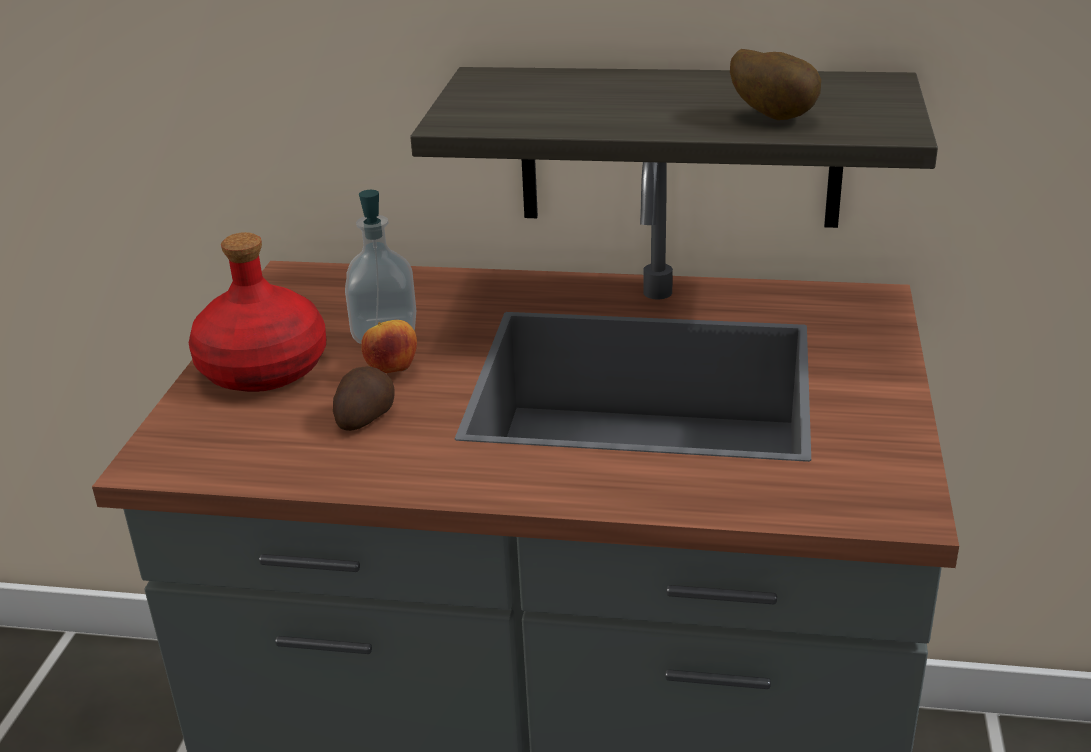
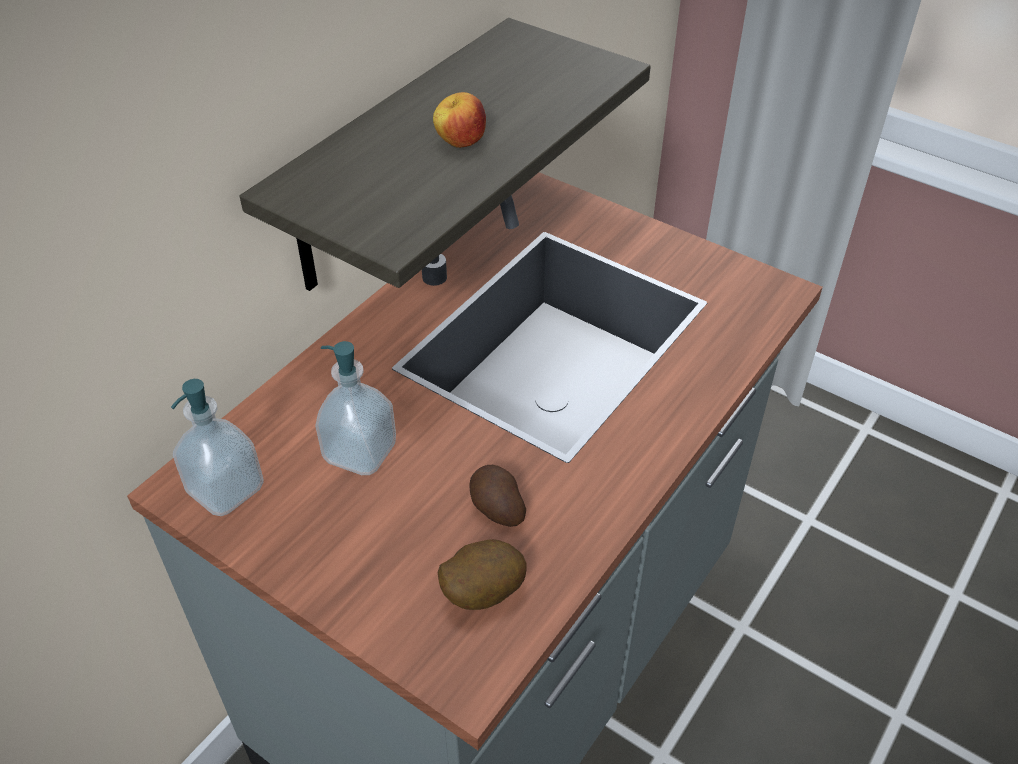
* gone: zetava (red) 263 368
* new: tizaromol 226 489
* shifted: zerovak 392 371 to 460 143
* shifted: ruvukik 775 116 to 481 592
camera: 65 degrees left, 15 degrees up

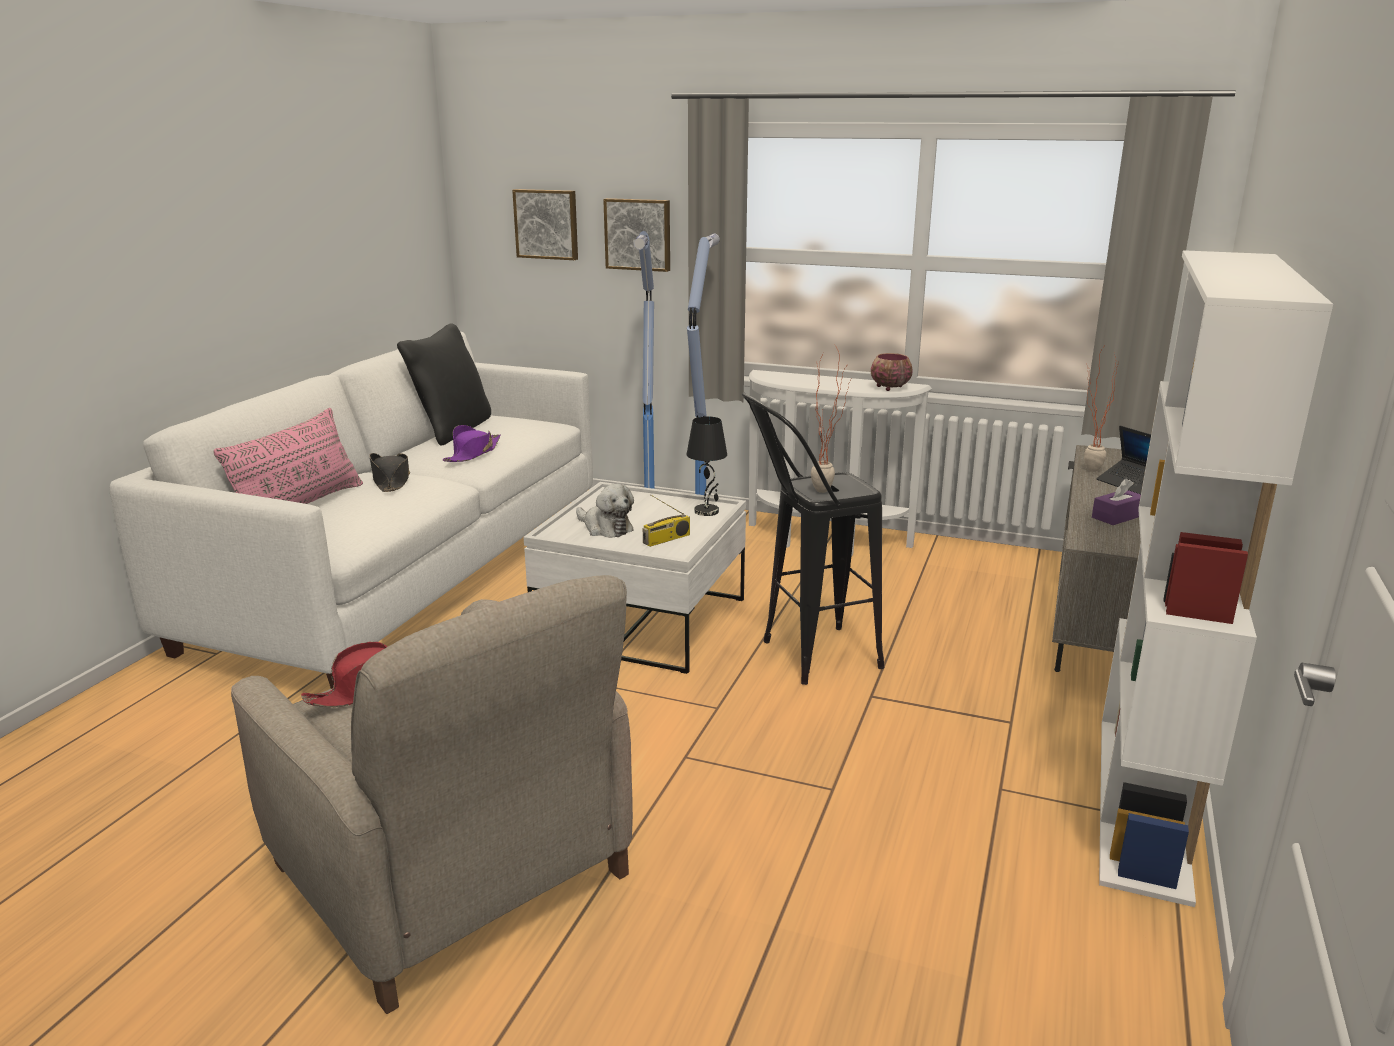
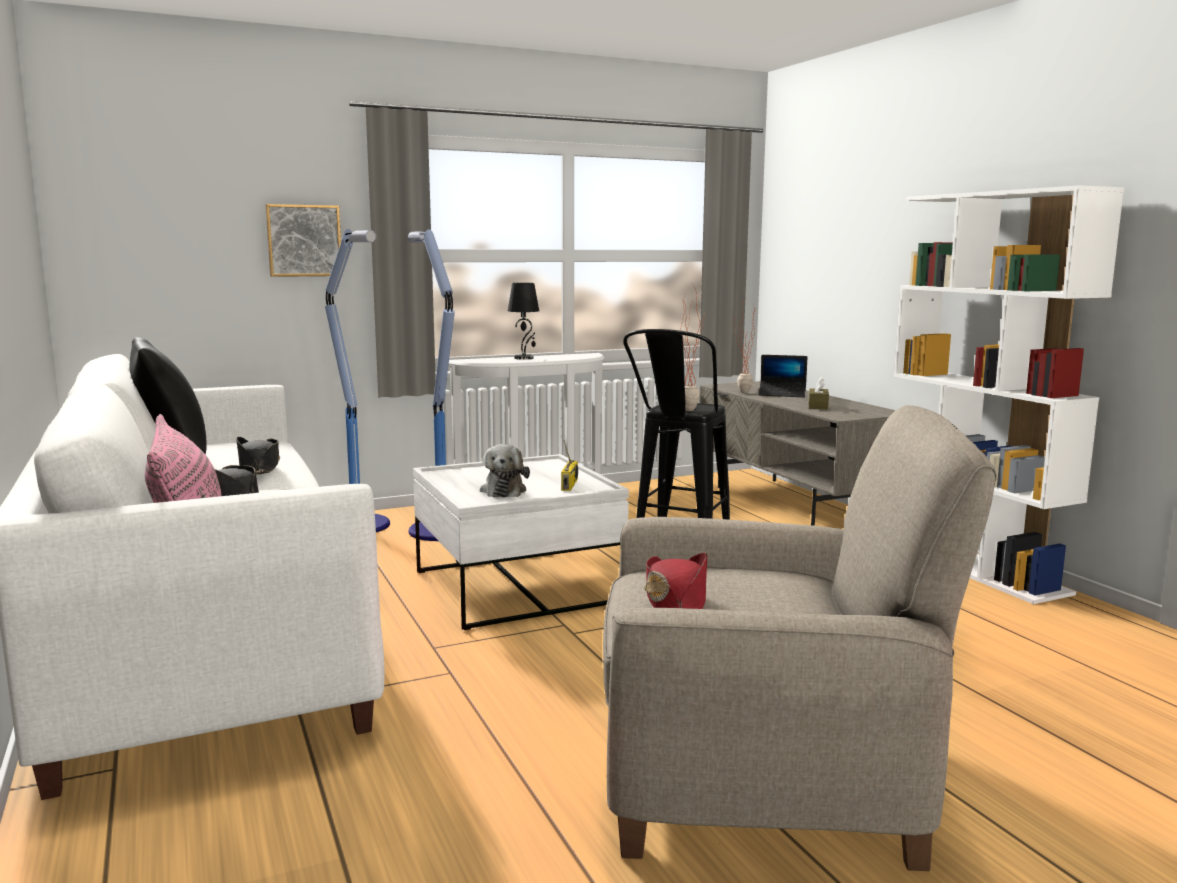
* gone: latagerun 547 224
* gone: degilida 889 388
* shifted: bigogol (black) 707 511 to 524 358
* repainted: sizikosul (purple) 472 453 to sizikosul (black) 259 467
* repainted: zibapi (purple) 1117 516 to zibapi (brown) 818 406
* rotated: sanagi 605 528 = 504 490 90 degrees clockwise
camera: 45 degrees left, 10 degrees down

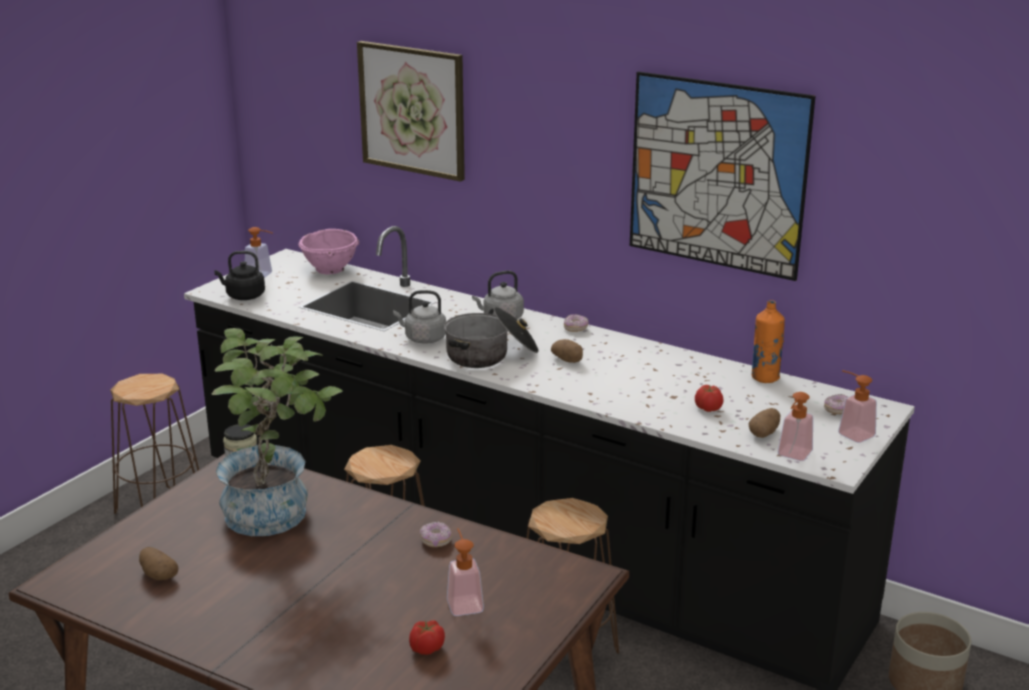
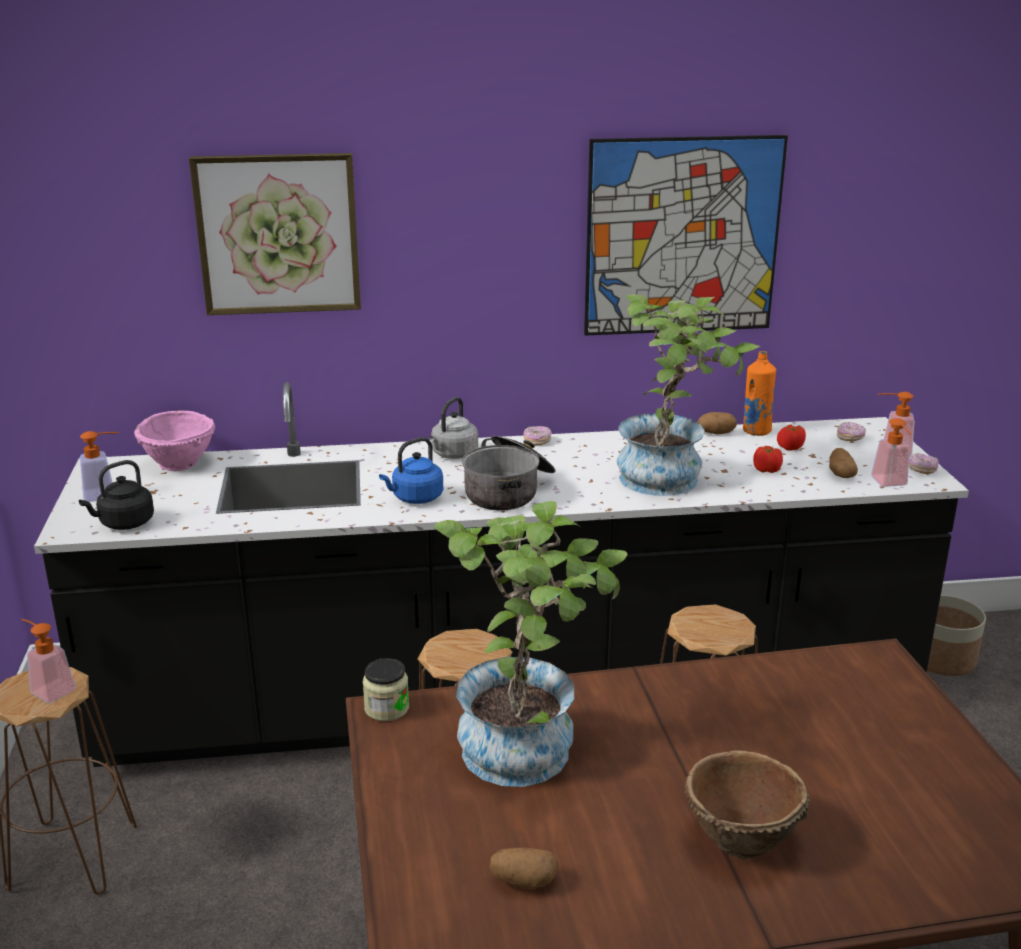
* new: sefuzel 671 478
* new: degilida (brown) 740 839
* shifted: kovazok 427 649 to 790 448
* shifted: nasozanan 436 541 to 921 470
* shifted: tizaromol 463 602 to 49 689
* shifted: ruvukik 568 360 to 716 433
* repainted: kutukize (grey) 423 338 to kutukize (blue) 415 498
camera: 40 degrees left, 0 degrees up

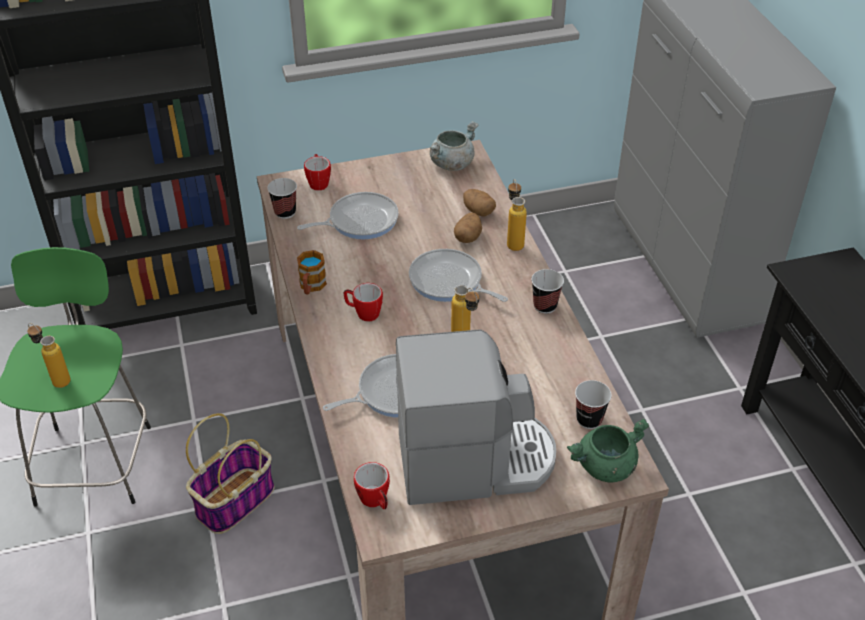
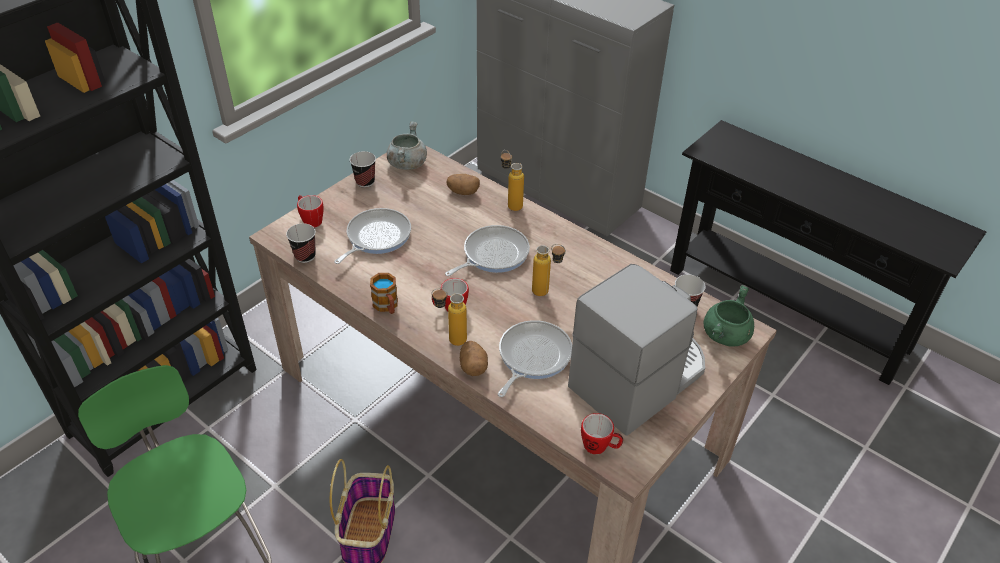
* shifted: zetava 56 379 to 450 340
* shifted: ruvukik 468 237 to 473 367
* shifted: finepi 545 306 to 365 182
* rotated: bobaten 449 282 = 492 255 135 degrees clockwise
camera: 35 degrees left, 0 degrees up

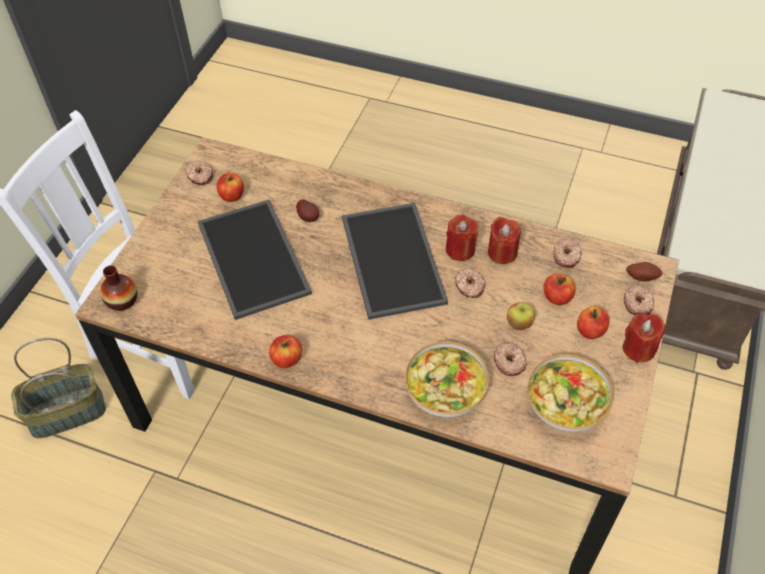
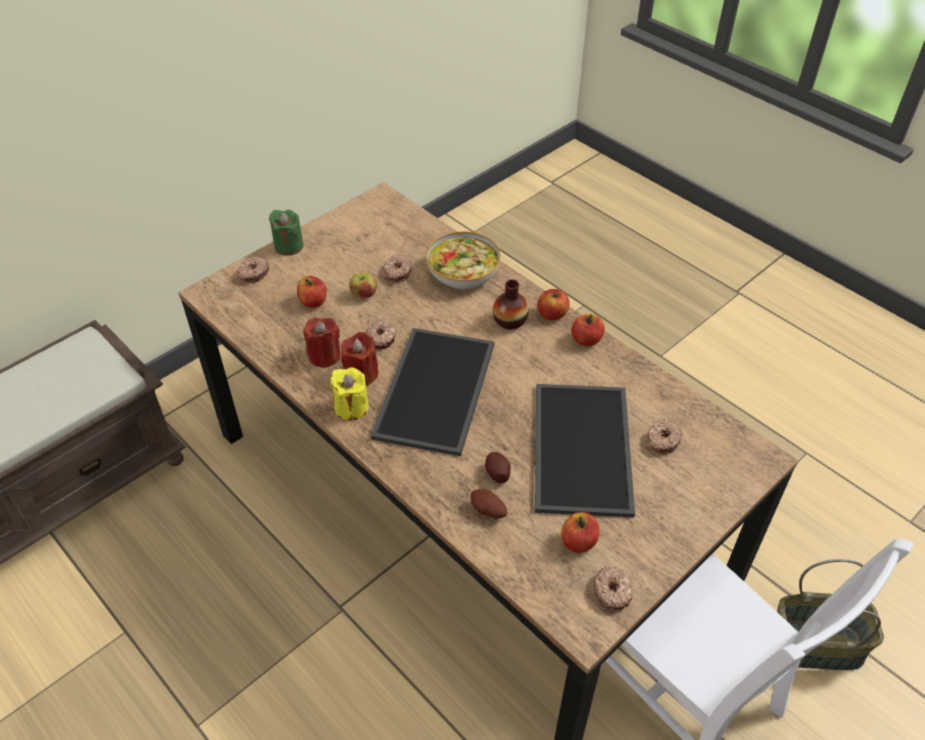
* gone: degilida 567 403
* new: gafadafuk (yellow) 351 407
* shifted: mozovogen 122 300 to 510 320
* shifted: nasozanan 566 256 to 662 440
* shifted: zerovak 590 331 to 552 314
* shifted: ruvukik 642 276 to 487 511
* repainted: gafadafuk (red) 638 349 to gafadafuk (green) 289 246
camera: 155 degrees left, 5 degrees down

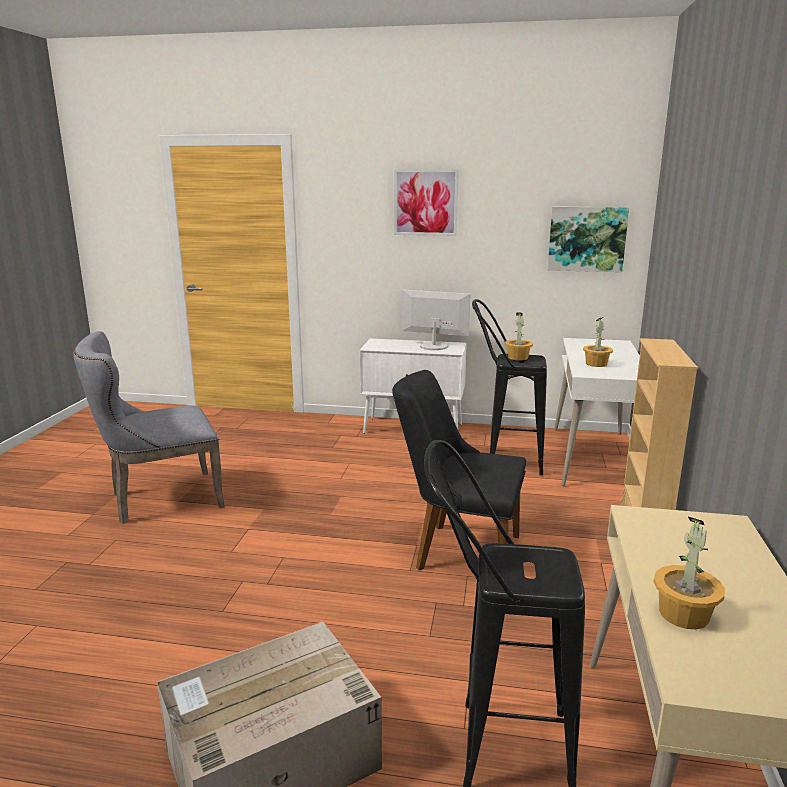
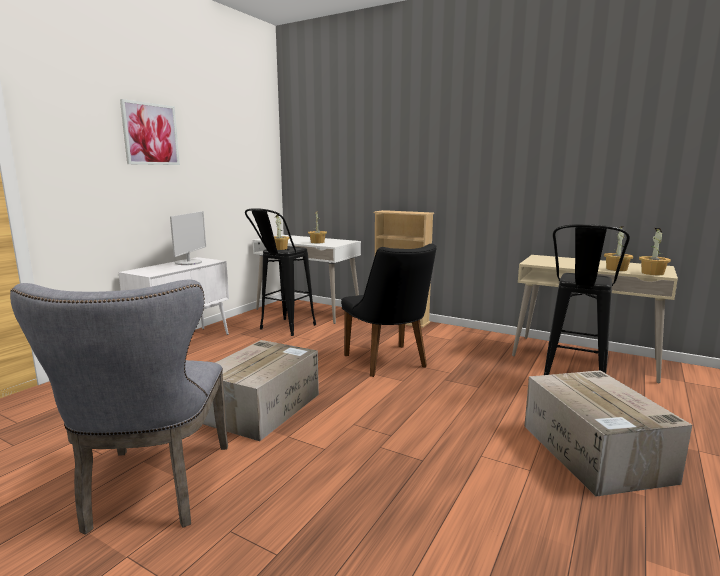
* gone: latagerun 586 239
* new: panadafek 262 407
* new: sefuzel 652 273
* rotated: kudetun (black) 458 551 = 389 363 60 degrees counterclockwise
* rotated: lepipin 433 346 = 189 262 150 degrees clockwise
camera: 70 degrees left, 5 degrees down

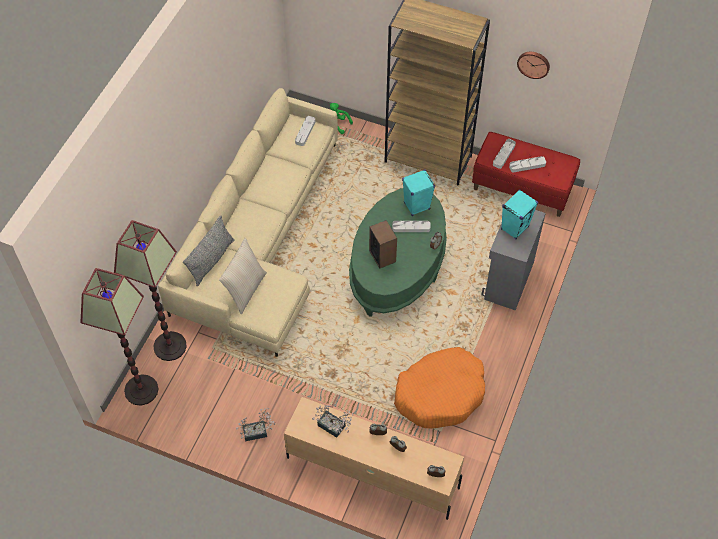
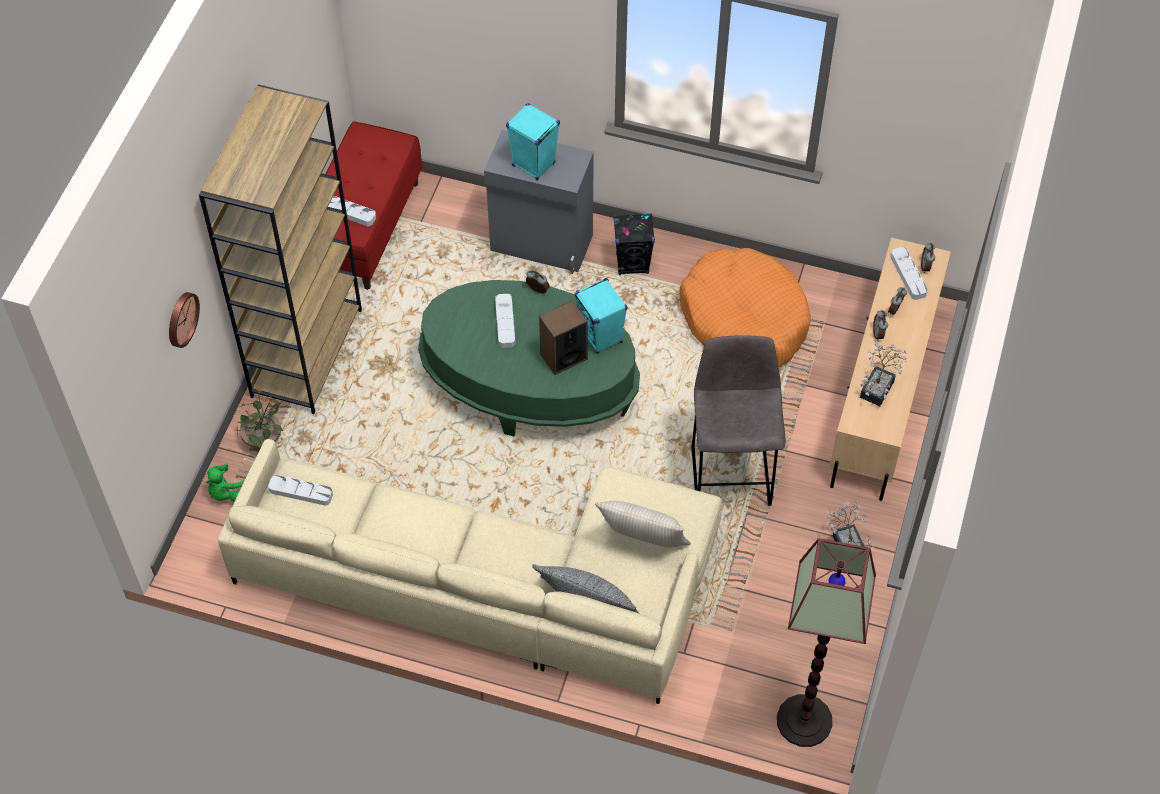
* gone: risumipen 170 346
* new: sefuzel 264 440
* new: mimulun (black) 632 264
* new: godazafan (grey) 730 474
* shifted: mimulun (turquoise) 416 206 to 601 337
* shifted: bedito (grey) 527 165 to 908 275
* shifted: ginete 533 64 to 181 319
camera: 95 degrees left, 0 degrees up

